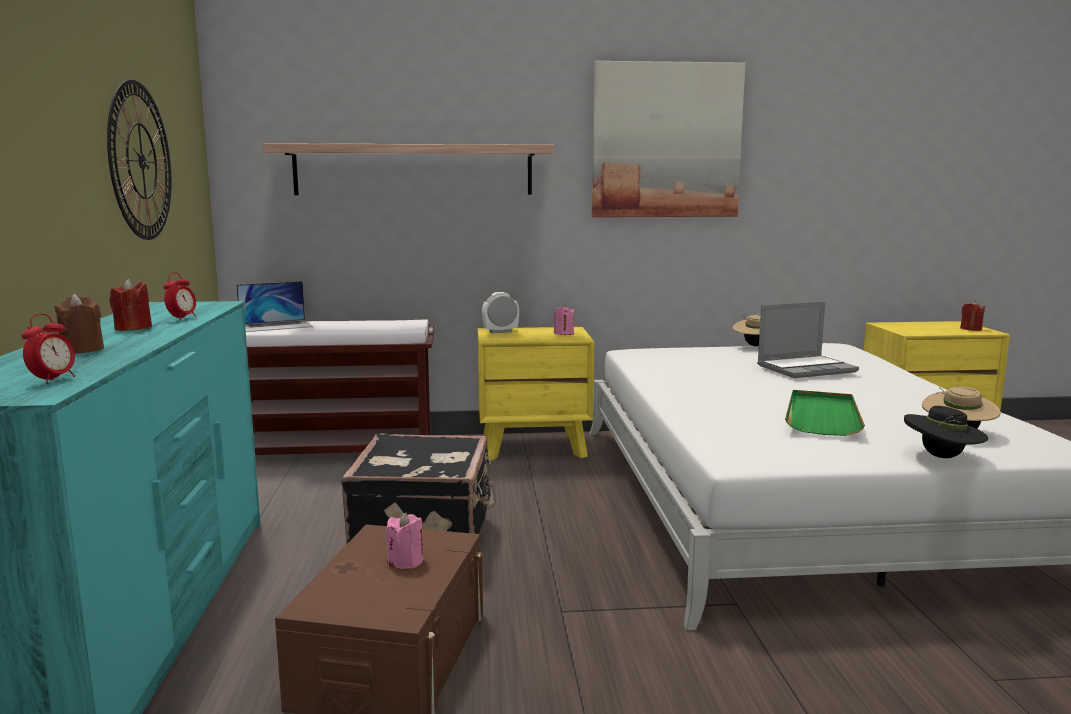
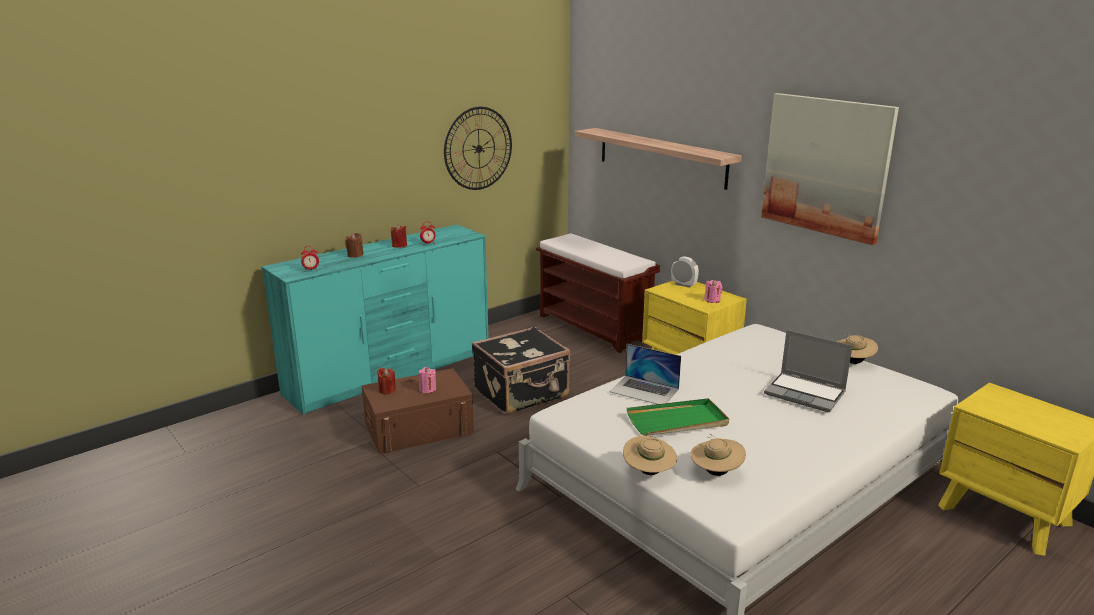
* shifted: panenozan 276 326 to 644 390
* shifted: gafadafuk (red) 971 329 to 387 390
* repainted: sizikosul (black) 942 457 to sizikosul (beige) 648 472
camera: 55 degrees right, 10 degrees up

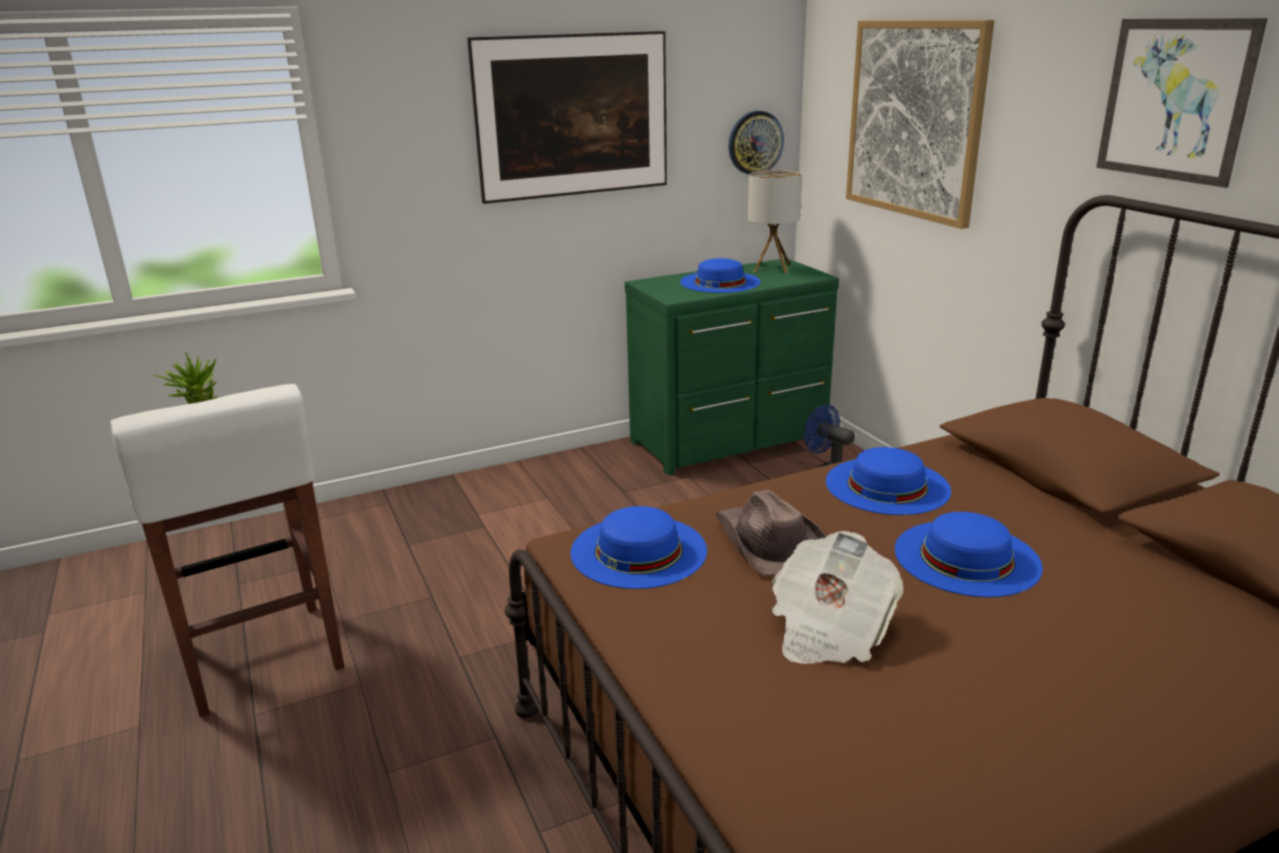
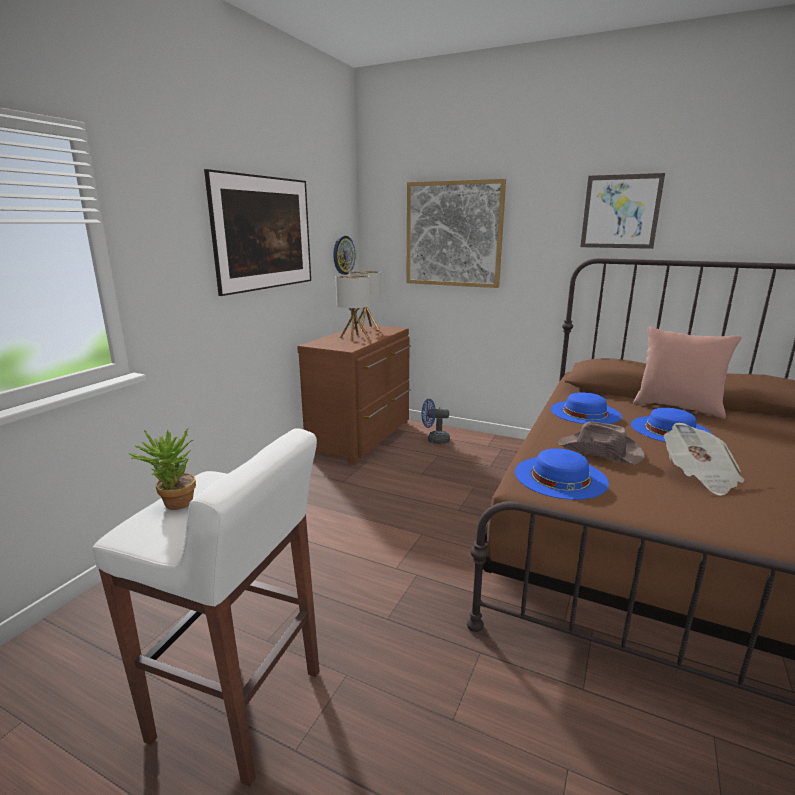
* new: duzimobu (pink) 677 407
* swapped: sizikosul (blue) 720 282 to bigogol 354 338
* repainted: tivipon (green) 732 441 to tivipon (brown) 363 437
camera: 40 degrees left, 5 degrees down

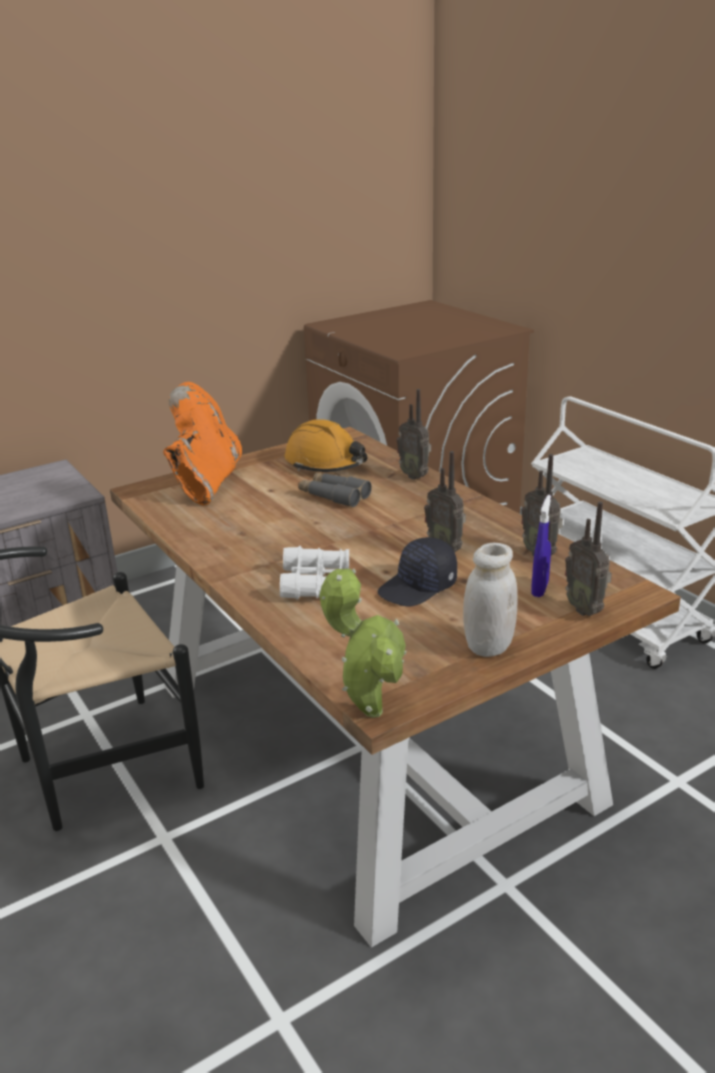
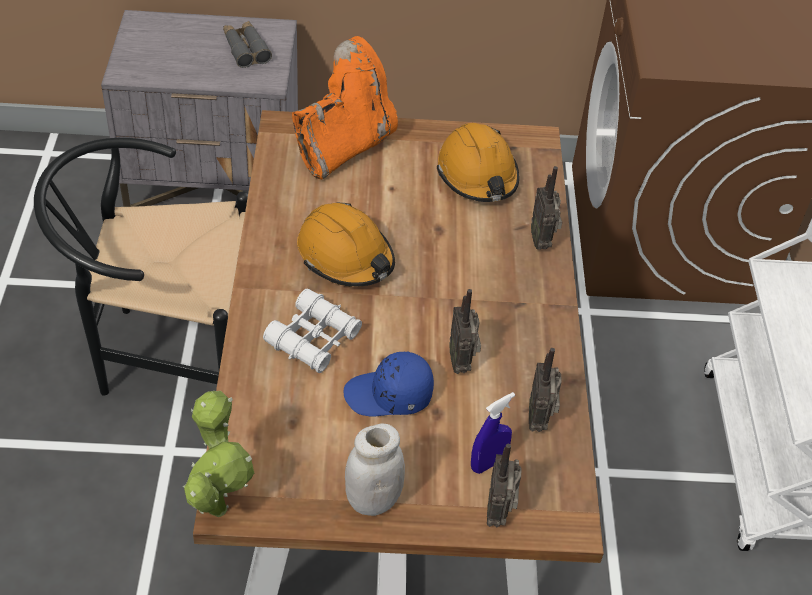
* new: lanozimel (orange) 346 257
* shifted: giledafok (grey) 334 496 to 246 49
* repainted: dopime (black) 418 587 to dopime (blue) 389 396
camera: 30 degrees right, 20 degrees up

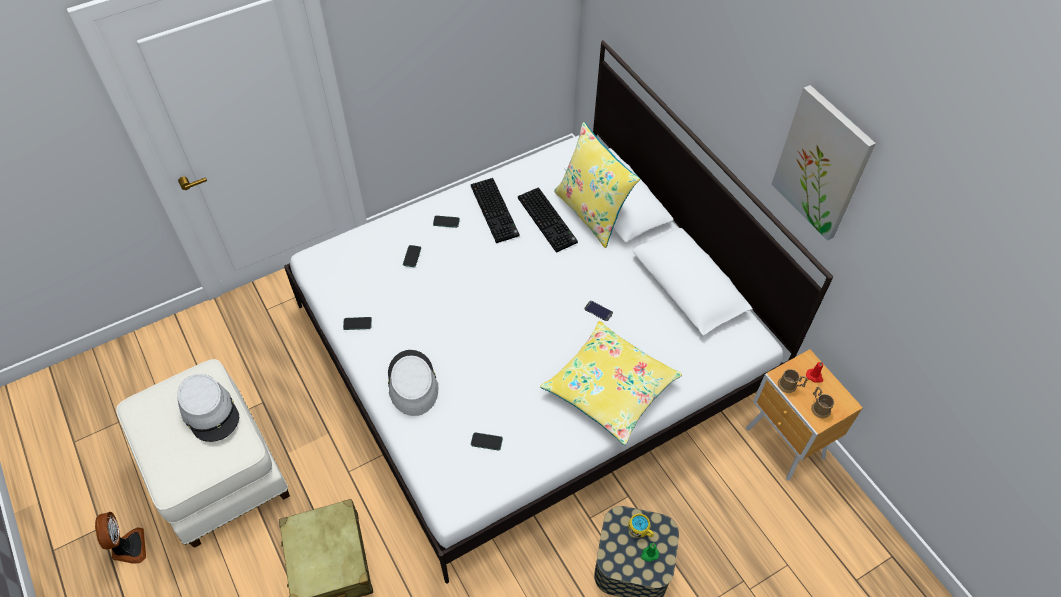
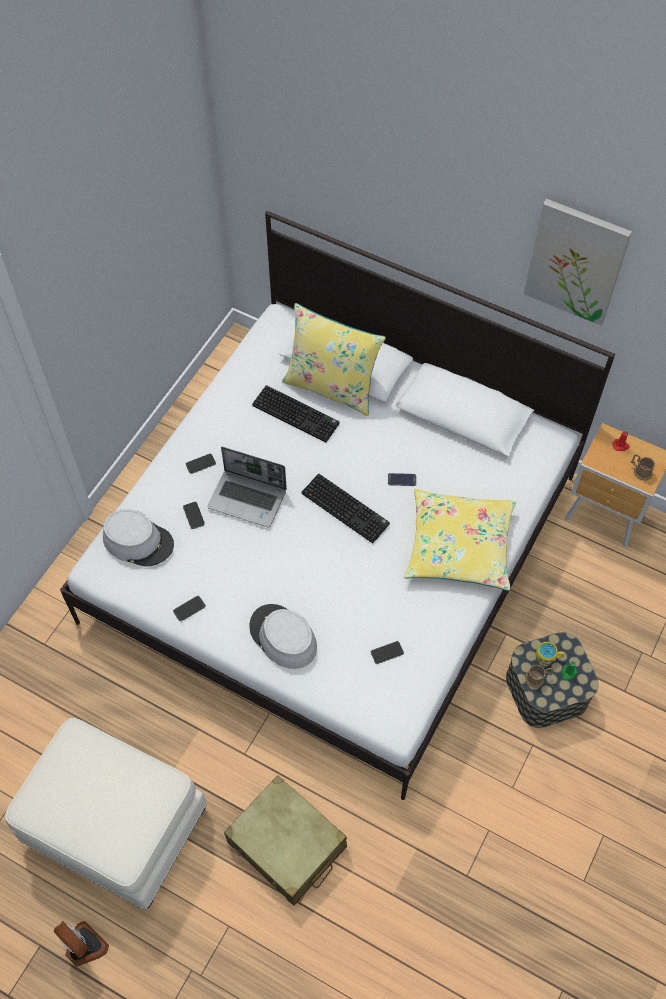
* new: panenozan 248 499
* shifted: sizikosul (grey) 210 411 to 138 541
* shifted: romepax 496 211 to 347 508
* shifted: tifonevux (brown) 790 386 to 537 678
camera: 30 degrees left, 5 degrees up

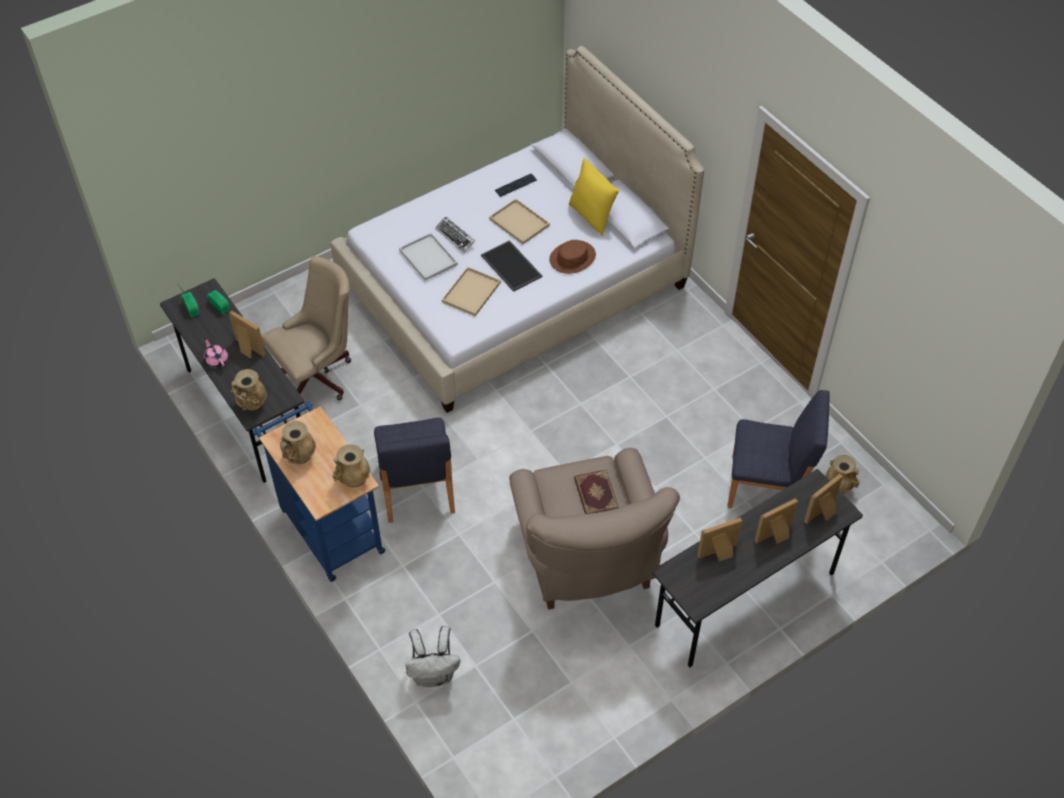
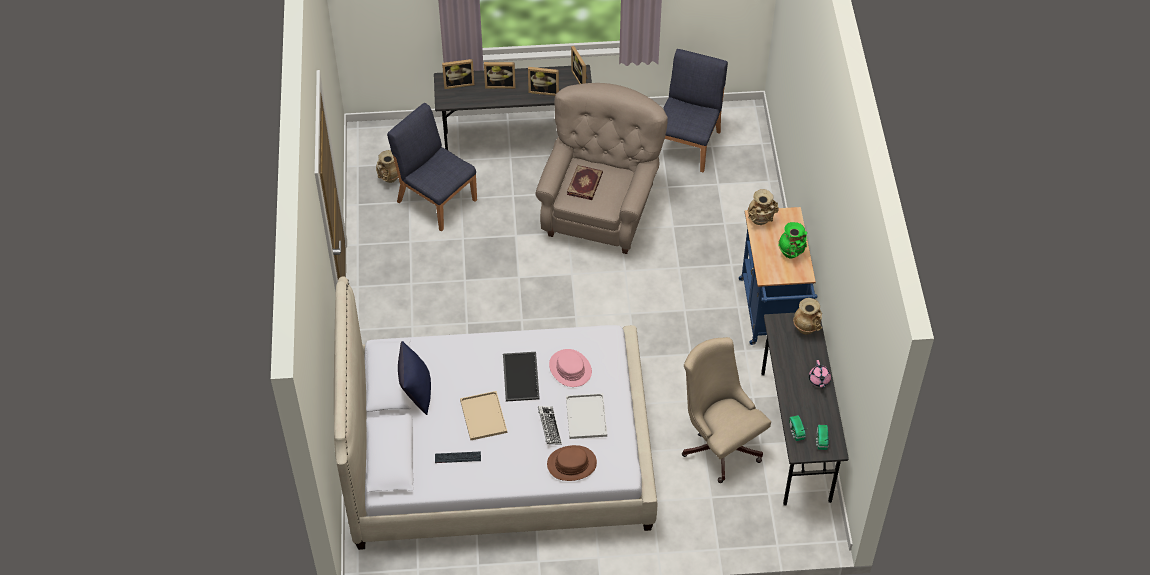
* gone: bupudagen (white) 434 675
* shifted: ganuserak 247 350 to 581 79
* shifted: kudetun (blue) 416 488 to 688 144
* shifted: sizikosul (brown) 572 258 to 571 464
* swapped: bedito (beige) 471 291 to sizikosul (pink) 570 369
* repainted: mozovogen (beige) 299 457 to mozovogen (green) 791 253
* repainted: duzimobu (yellow) 592 216 to duzimobu (blue) 416 393
* rotated: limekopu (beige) 318 375 = 719 443 60 degrees clockwise
camera: 150 degrees left, 0 degrees up

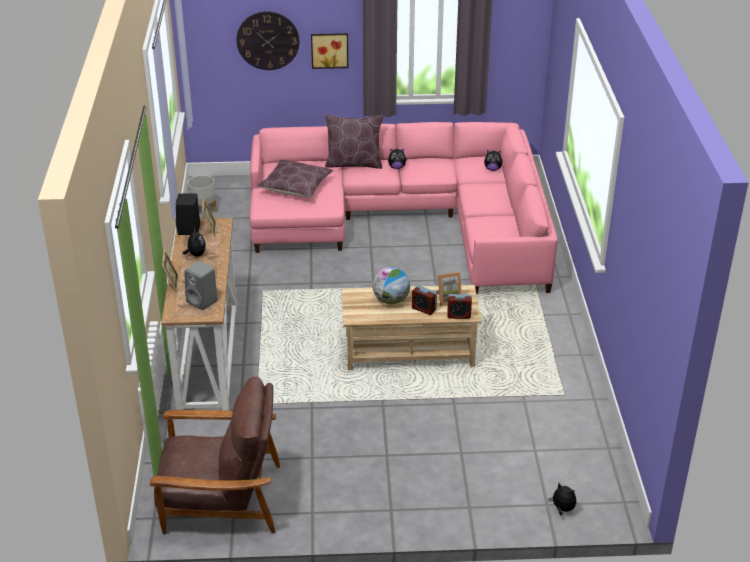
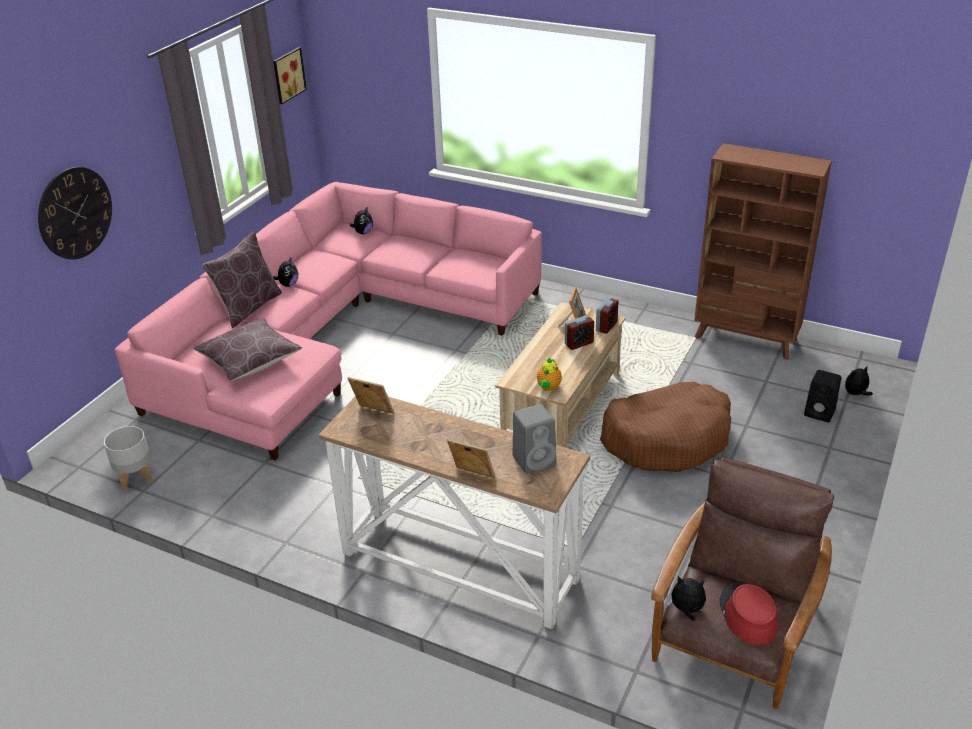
* gone: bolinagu 391 300
* new: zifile 548 387
* new: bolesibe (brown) 667 439
* new: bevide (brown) 746 339
* new: sizikosul (red) 747 615
* shifted: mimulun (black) 189 230 to 820 413
* shifted: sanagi 196 254 to 686 610
* shifted: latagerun 329 50 to 287 75
camera: 60 degrees left, 0 degrees up

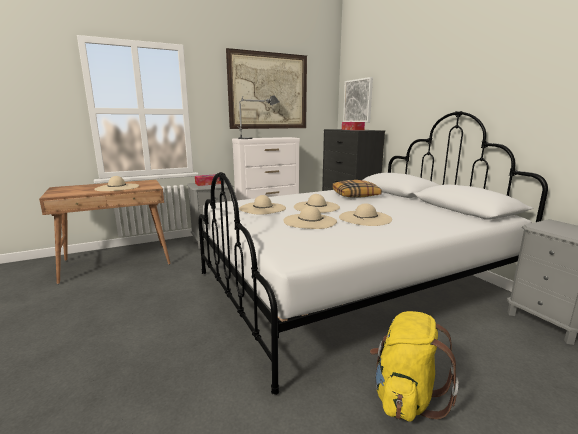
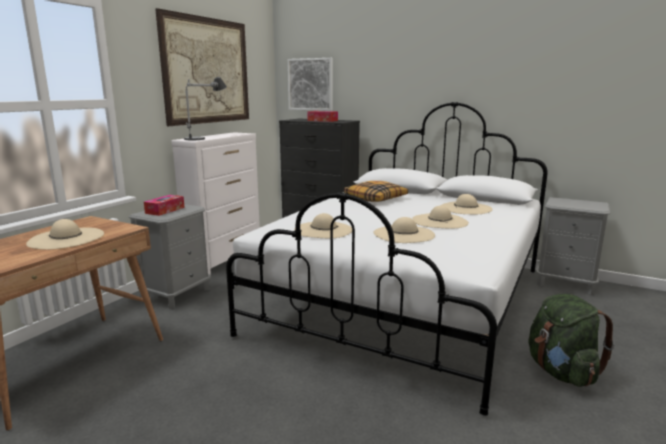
* shifted: sizikosul (beige) 316 207 to 466 208
* repainted: bupudagen (yellow) 405 397 to bupudagen (green) 561 372
camera: 35 degrees left, 0 degrees up

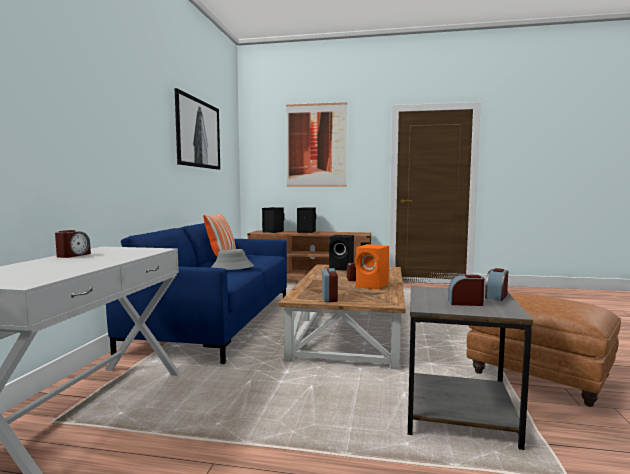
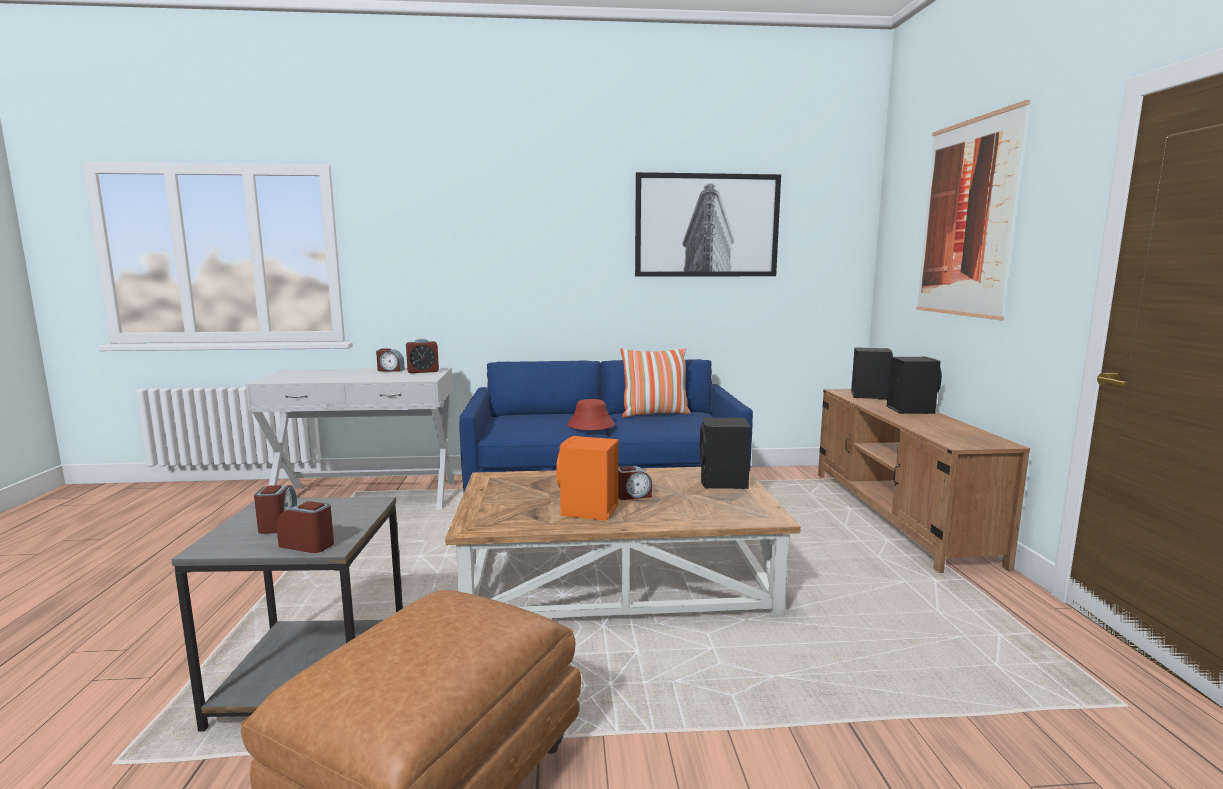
* shifted: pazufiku 329 299 to 423 371
* repainted: sizikosul (grey) 232 267 to sizikosul (red) 590 425
camera: 75 degrees right, 5 degrees up

